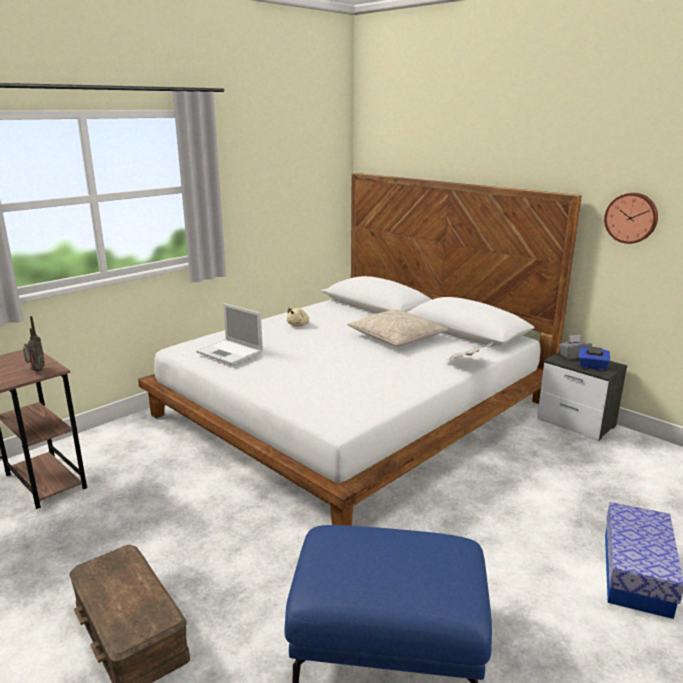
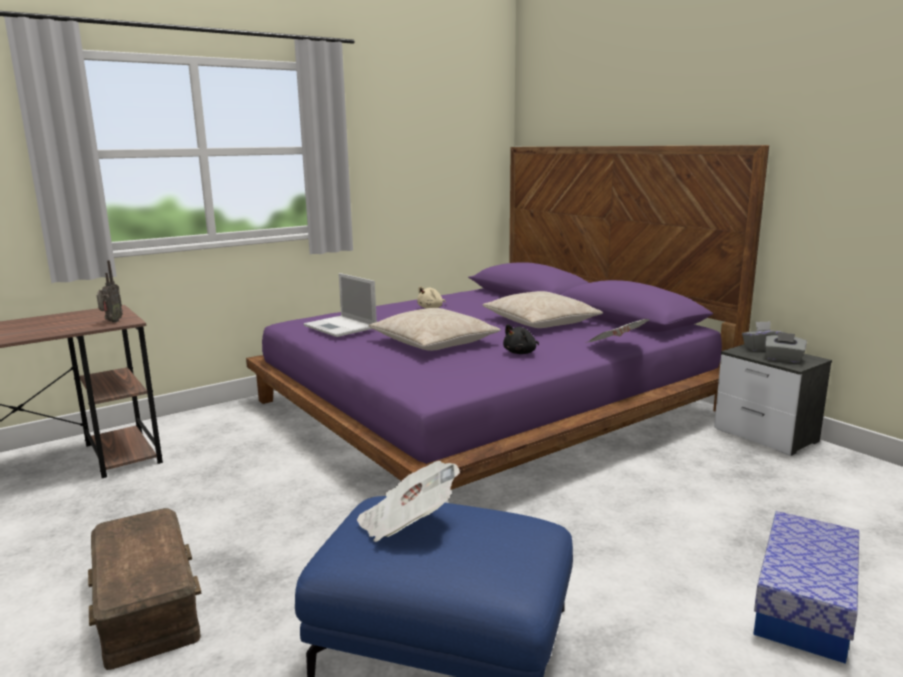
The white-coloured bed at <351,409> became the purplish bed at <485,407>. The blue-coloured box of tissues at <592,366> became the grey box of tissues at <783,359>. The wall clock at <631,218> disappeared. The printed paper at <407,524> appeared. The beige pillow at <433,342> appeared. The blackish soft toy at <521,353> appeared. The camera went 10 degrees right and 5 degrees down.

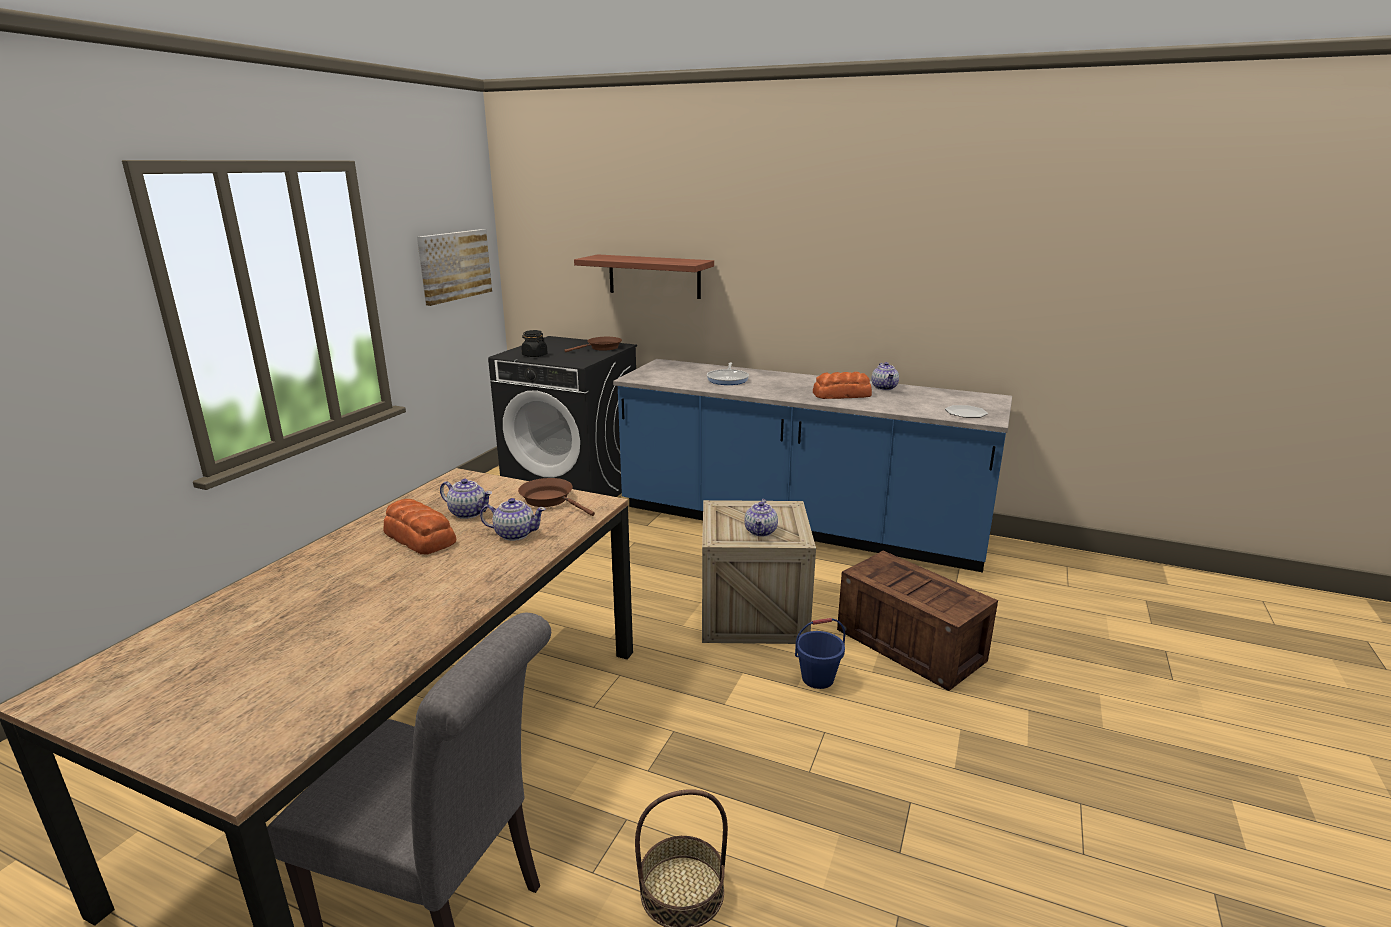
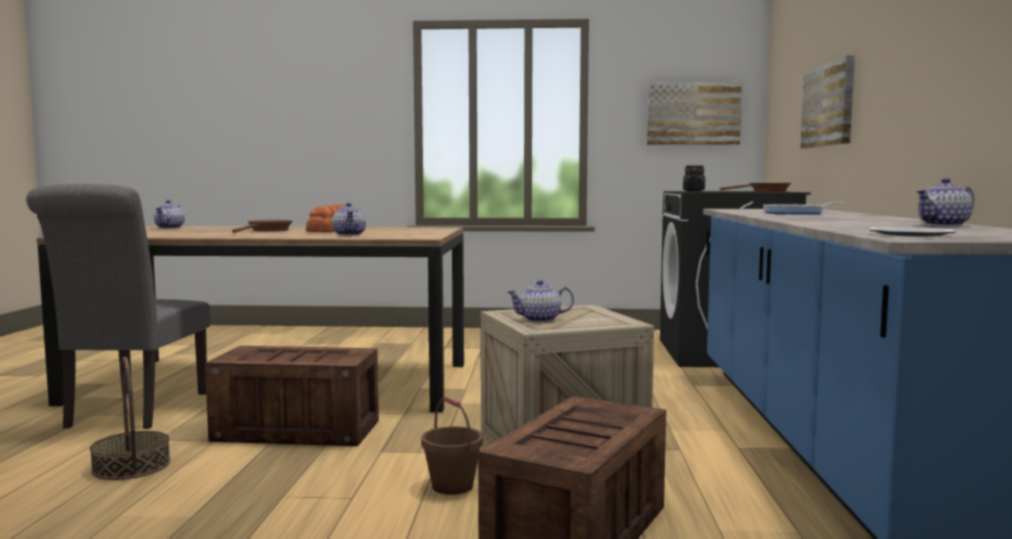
The pot for tea moved from <469,513> to <170,228>. The brown-coloured pan moved from <550,500> to <268,230>. The wall shelf at <654,276> was replaced by the wall art at <829,105>. The blue-coloured water bucket at <817,678> became the brown-coloured water bucket at <453,486>. The bakery bread at <842,395> disappeared. The packing crate at <299,430> appeared. The camera went 70 degrees right and 15 degrees down.

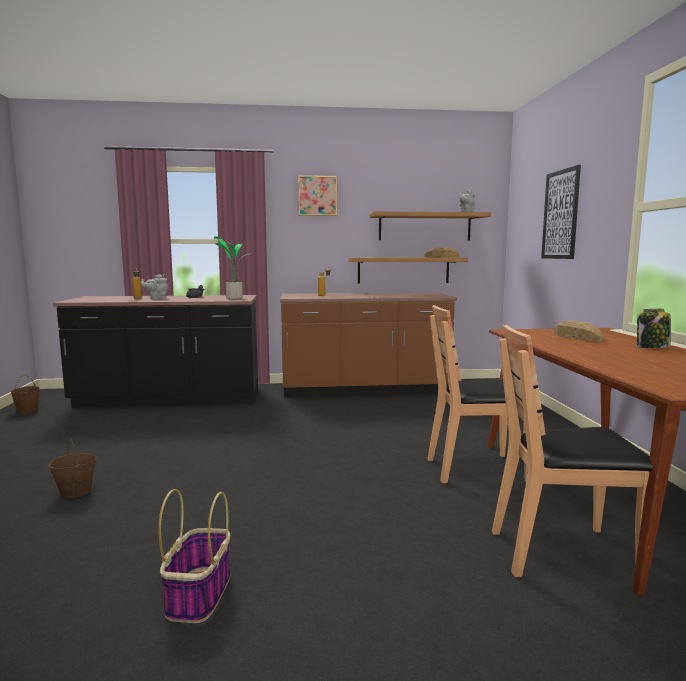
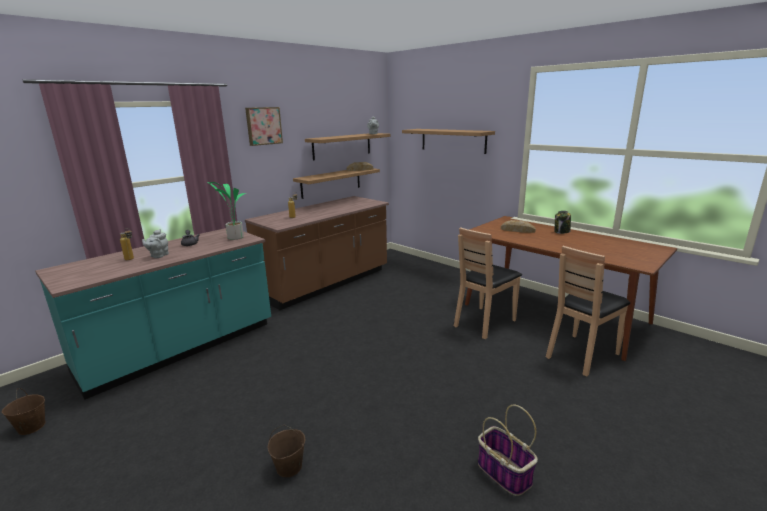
The blackish counter at <169,399> became the turquoise-coloured counter at <180,349>. The wall art at <560,214> was replaced by the wall shelf at <453,140>. The camera went 40 degrees left and 10 degrees up.

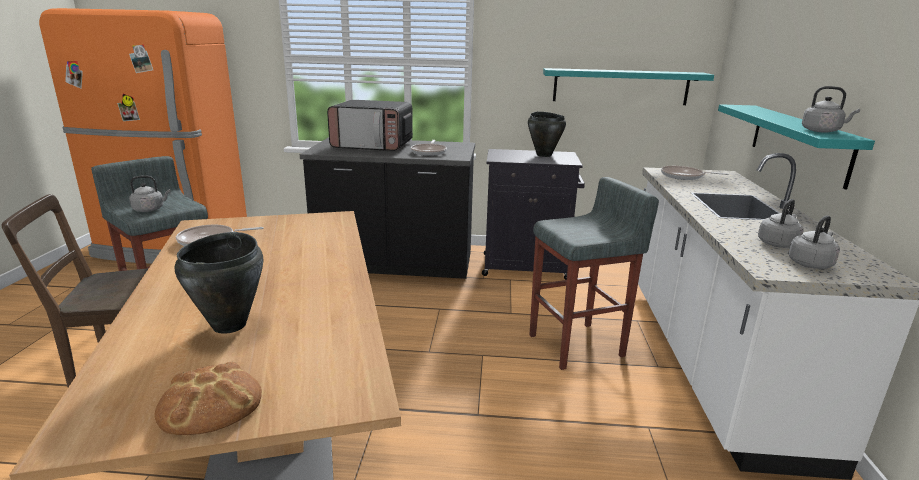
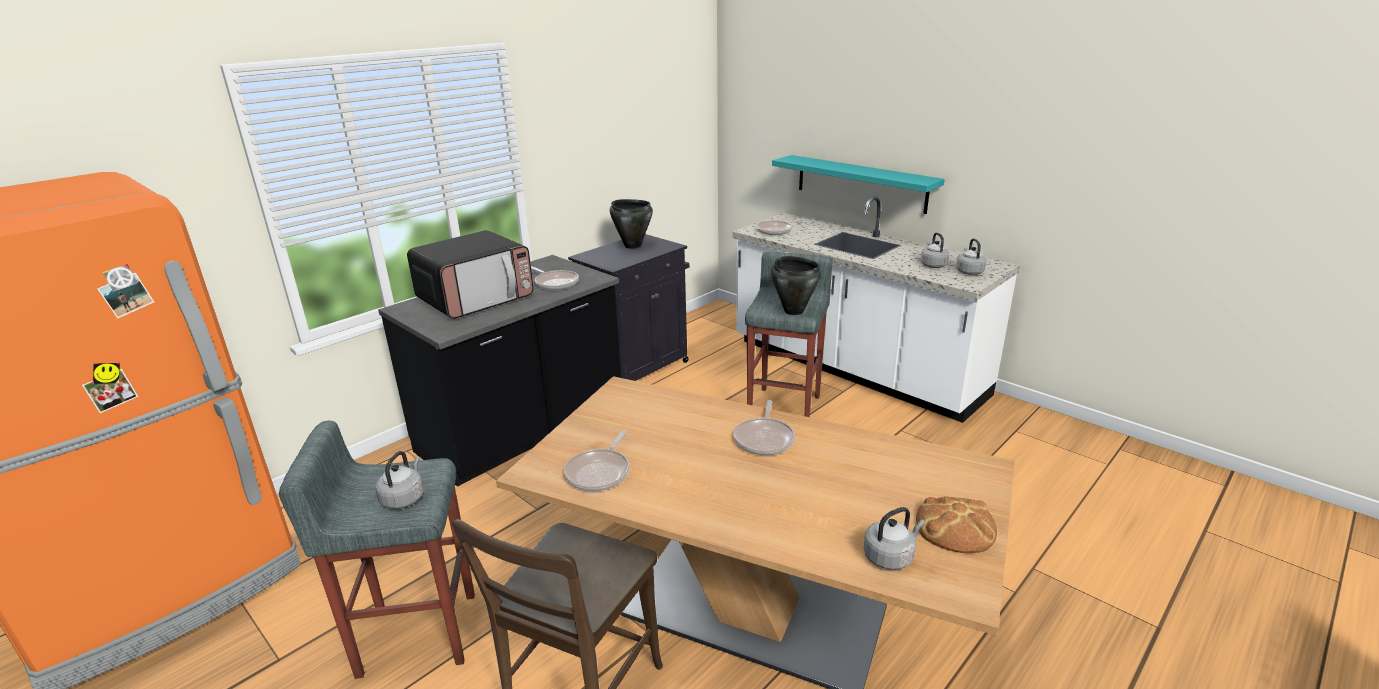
The blackish stockpot moved from <230,325> to <793,311>. The turquoise-coloured wall shelf at <620,86> disappeared. The grey tea kettle moved from <822,131> to <890,556>. The pan at <764,438> appeared. The camera went 50 degrees left and 5 degrees up.

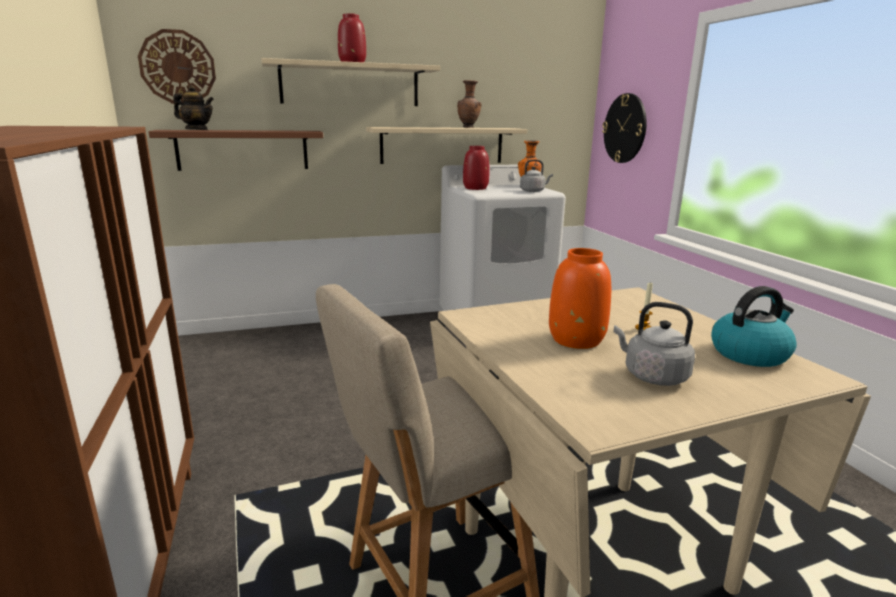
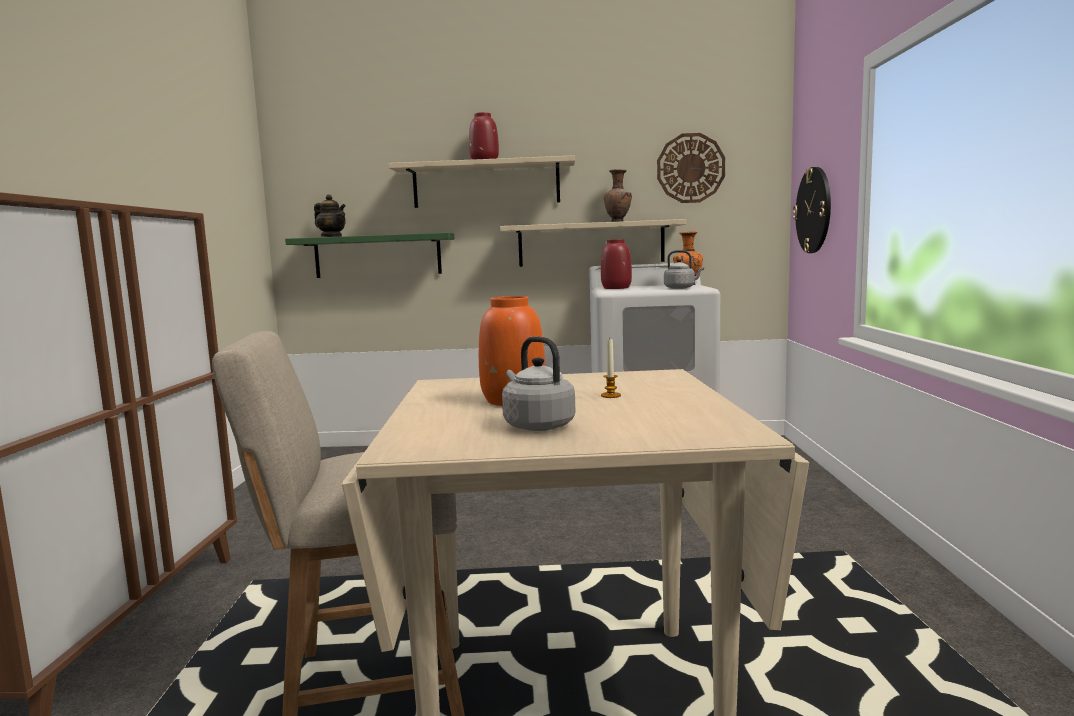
The wall clock moved from <177,67> to <690,168>. The brown-coloured wall shelf at <243,150> became the green wall shelf at <377,256>. The tea kettle at <749,353> disappeared. The camera went 20 degrees right and 10 degrees down.

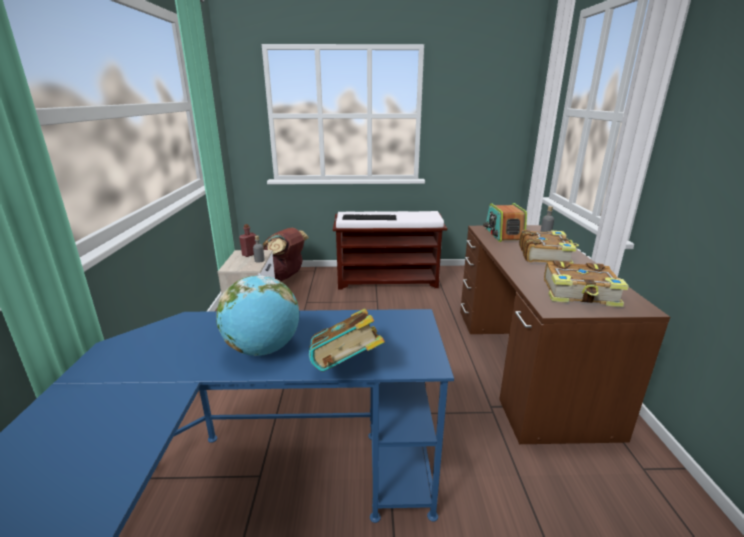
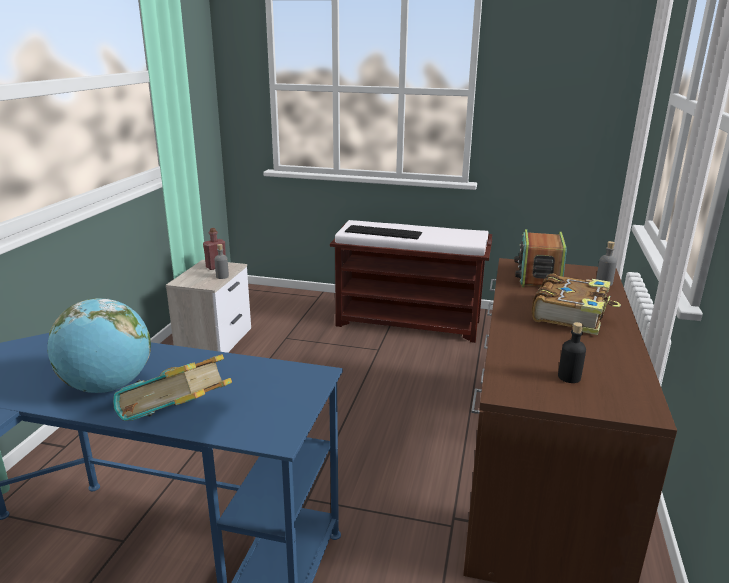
The brown-coloured backpack at <283,277> disappeared. The book at <580,294> was replaced by the blackish drink bottle at <569,377>. The camera went 15 degrees right and 0 degrees up.

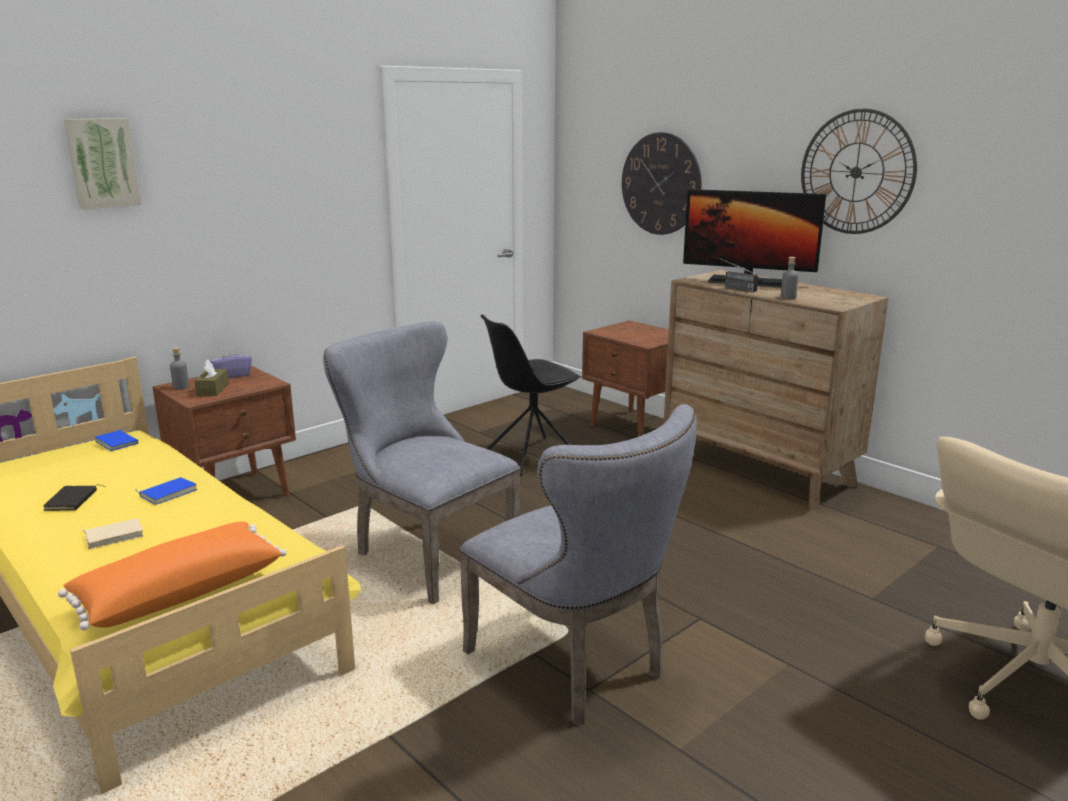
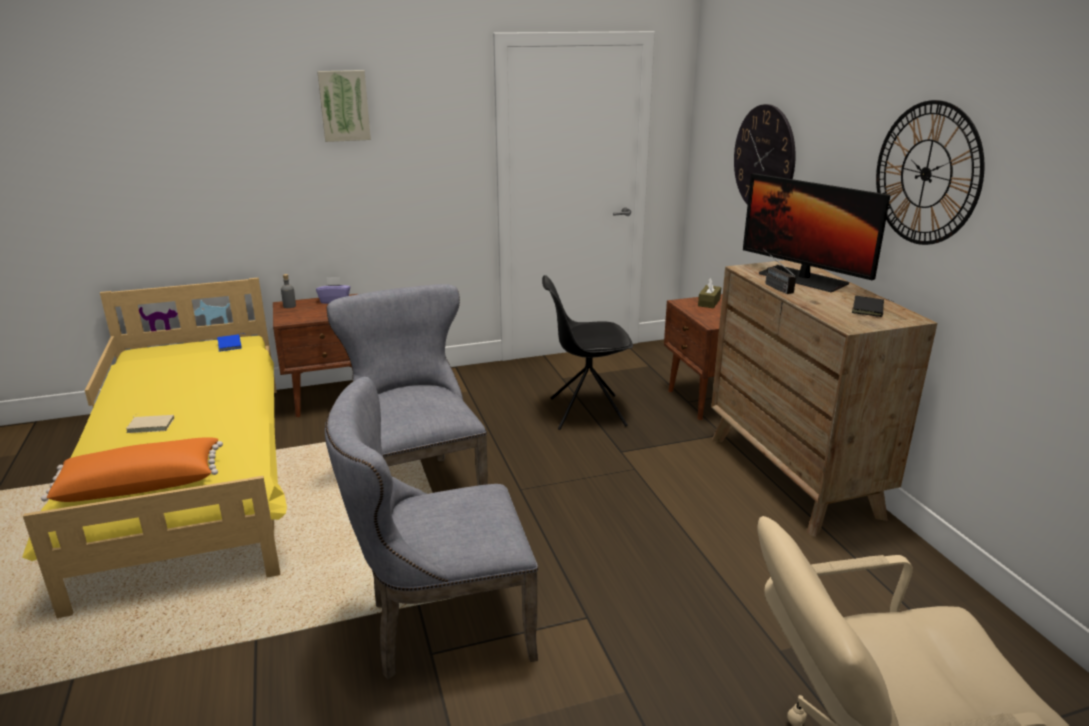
The blackish book moved from <73,501> to <869,309>. The wall art moved from <102,163> to <344,105>. The blue-coloured book at <168,493> disappeared. The brown-coloured box of tissues moved from <213,390> to <709,302>. The grey upright chair at <576,666> turned 90 degrees clockwise. The grey drink bottle at <788,297> disappeared. The camera went 25 degrees right and 5 degrees up.

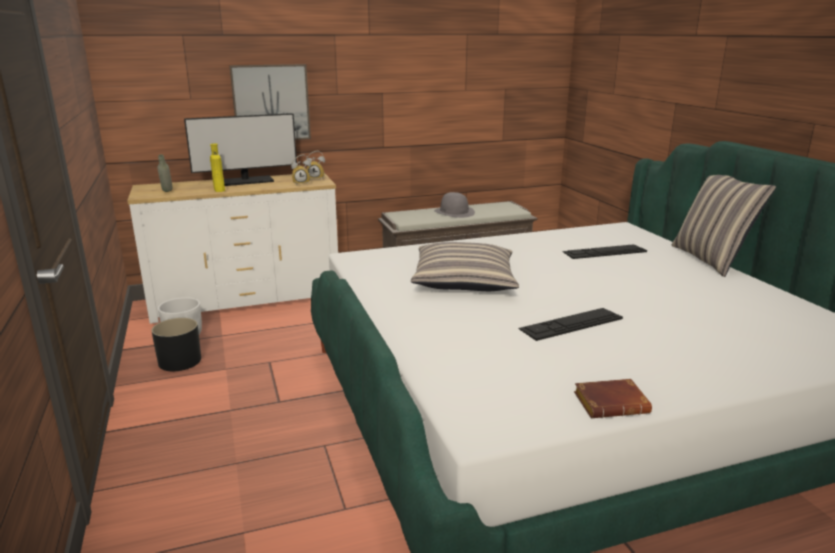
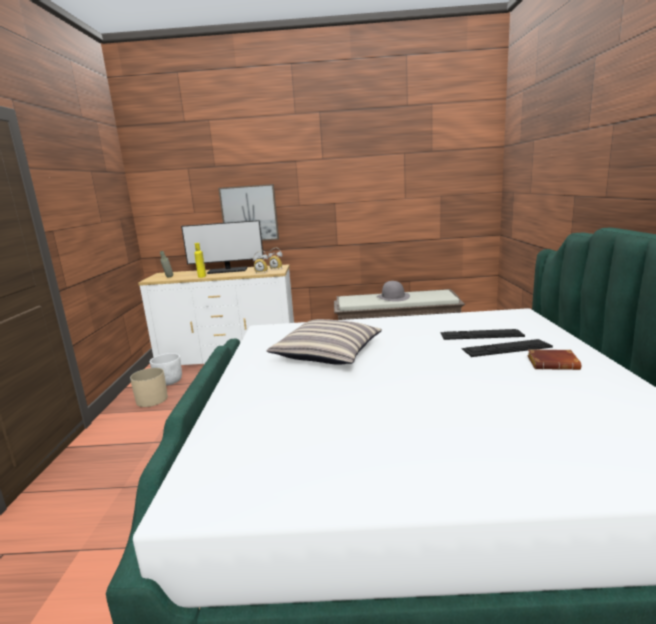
The blackish plant pot at <179,361> became the beige plant pot at <151,400>. The computer keyboard moved from <571,323> to <506,348>. The brown-coloured book moved from <612,403> to <553,363>. The pillow at <711,260> disappeared. The camera went 20 degrees right and 5 degrees down.

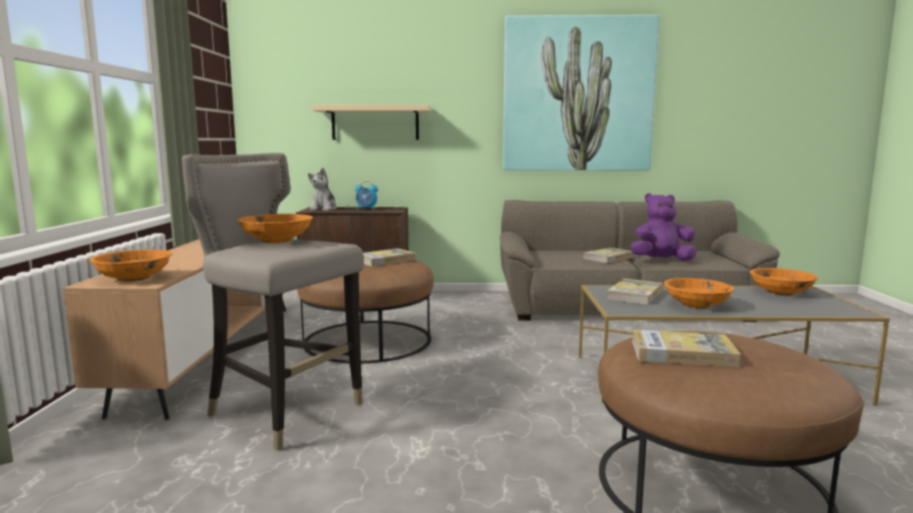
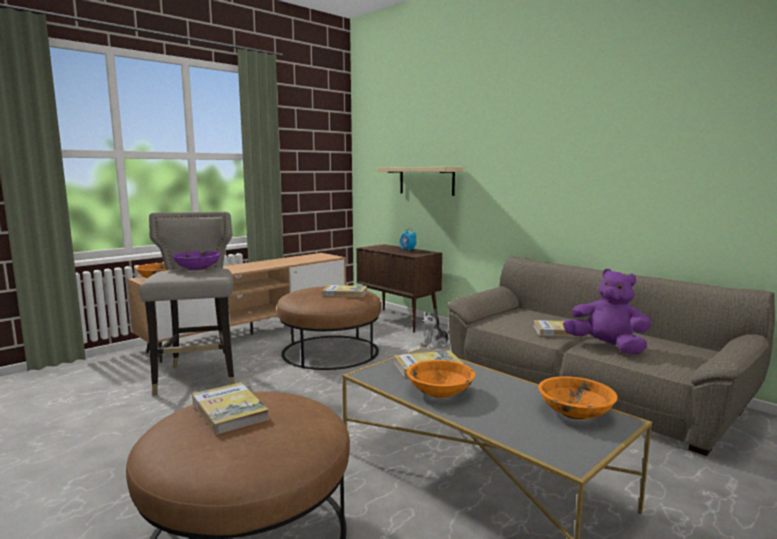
The orange bowl at <276,241> became the purplish bowl at <197,268>. The soft toy moved from <324,209> to <436,344>. The wall art at <577,95> disappeared. The camera went 45 degrees right and 0 degrees up.

